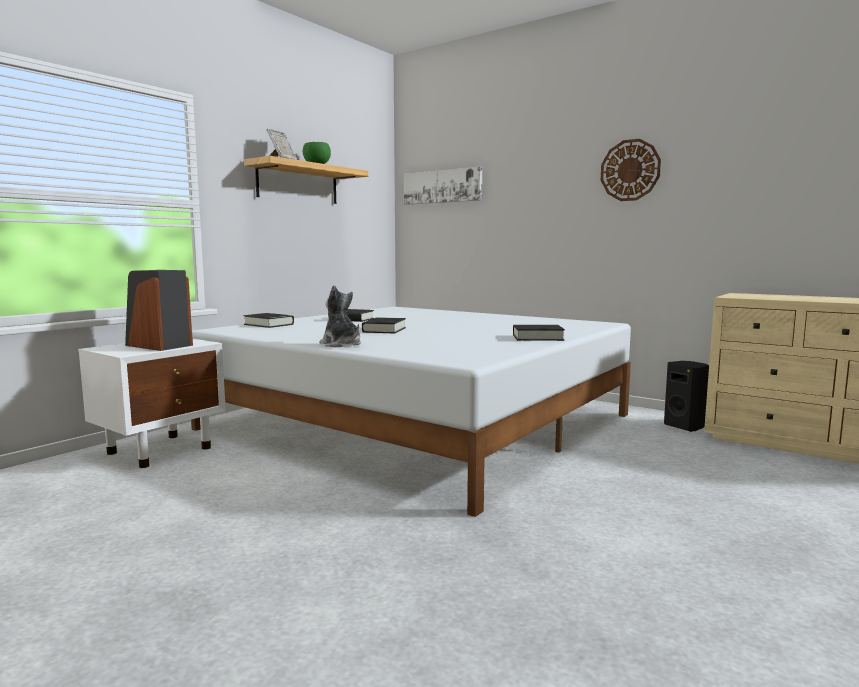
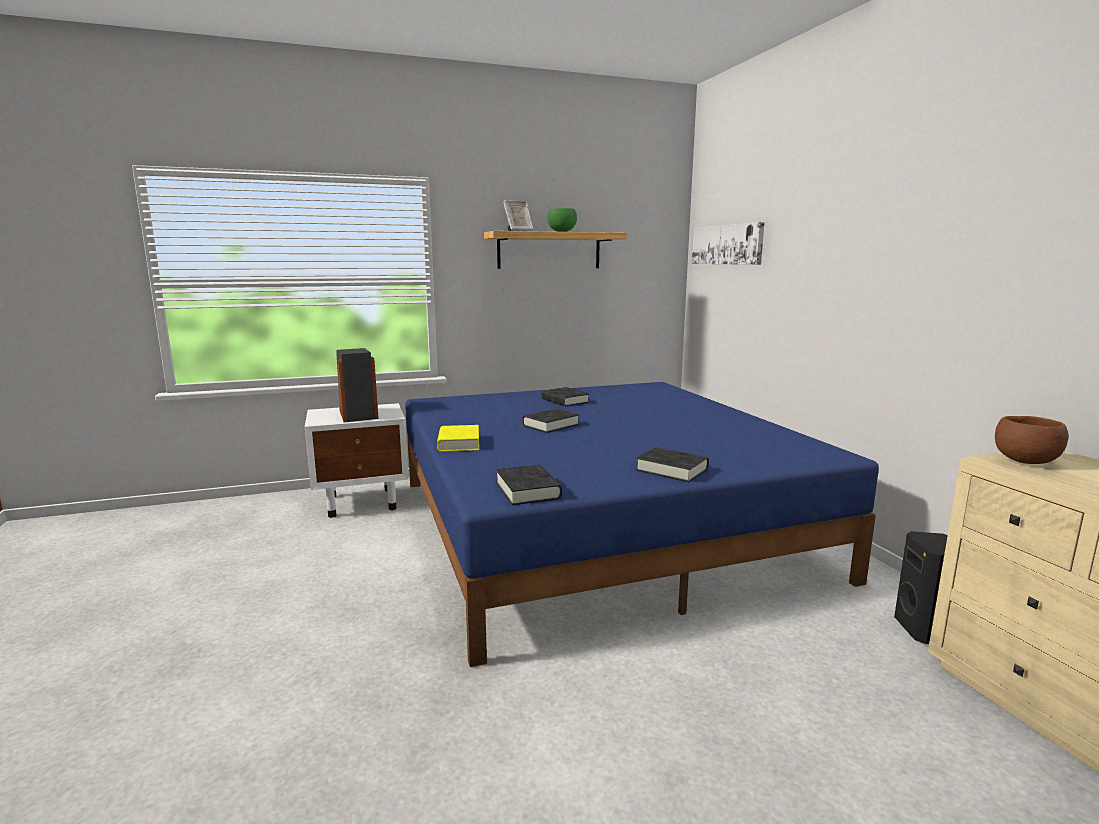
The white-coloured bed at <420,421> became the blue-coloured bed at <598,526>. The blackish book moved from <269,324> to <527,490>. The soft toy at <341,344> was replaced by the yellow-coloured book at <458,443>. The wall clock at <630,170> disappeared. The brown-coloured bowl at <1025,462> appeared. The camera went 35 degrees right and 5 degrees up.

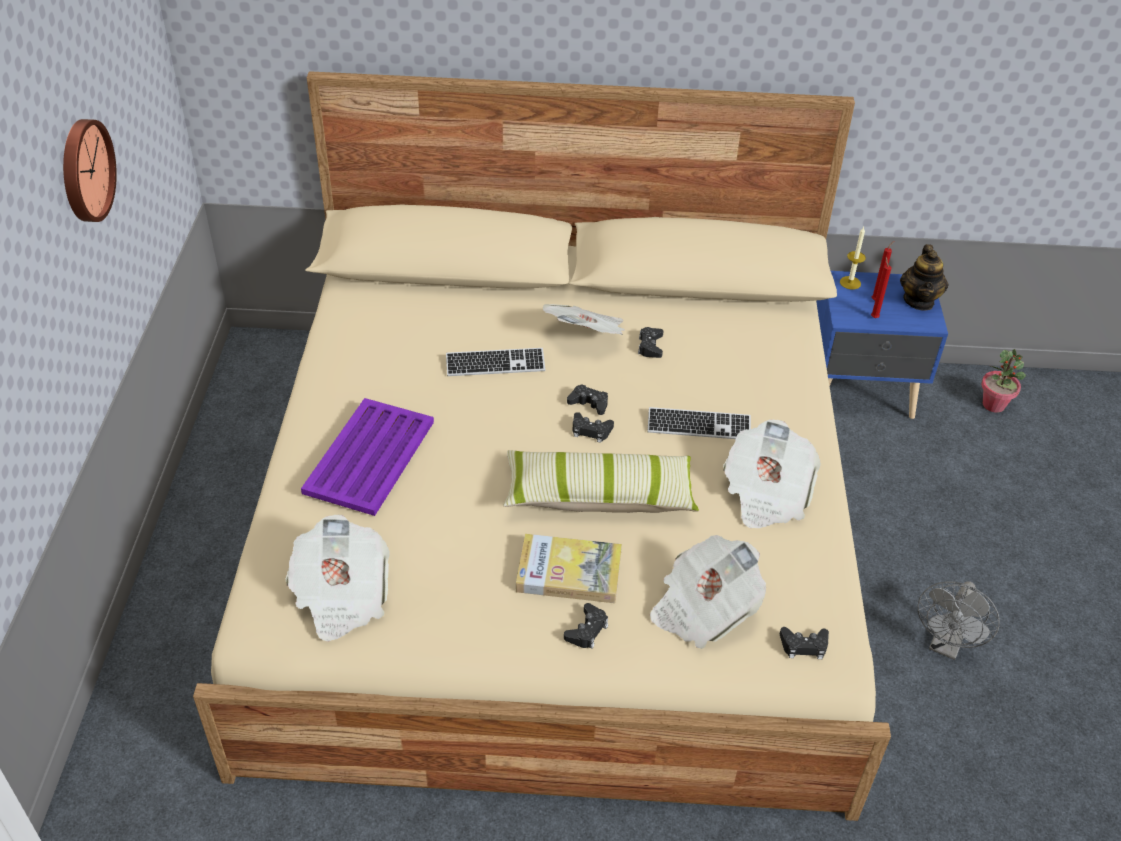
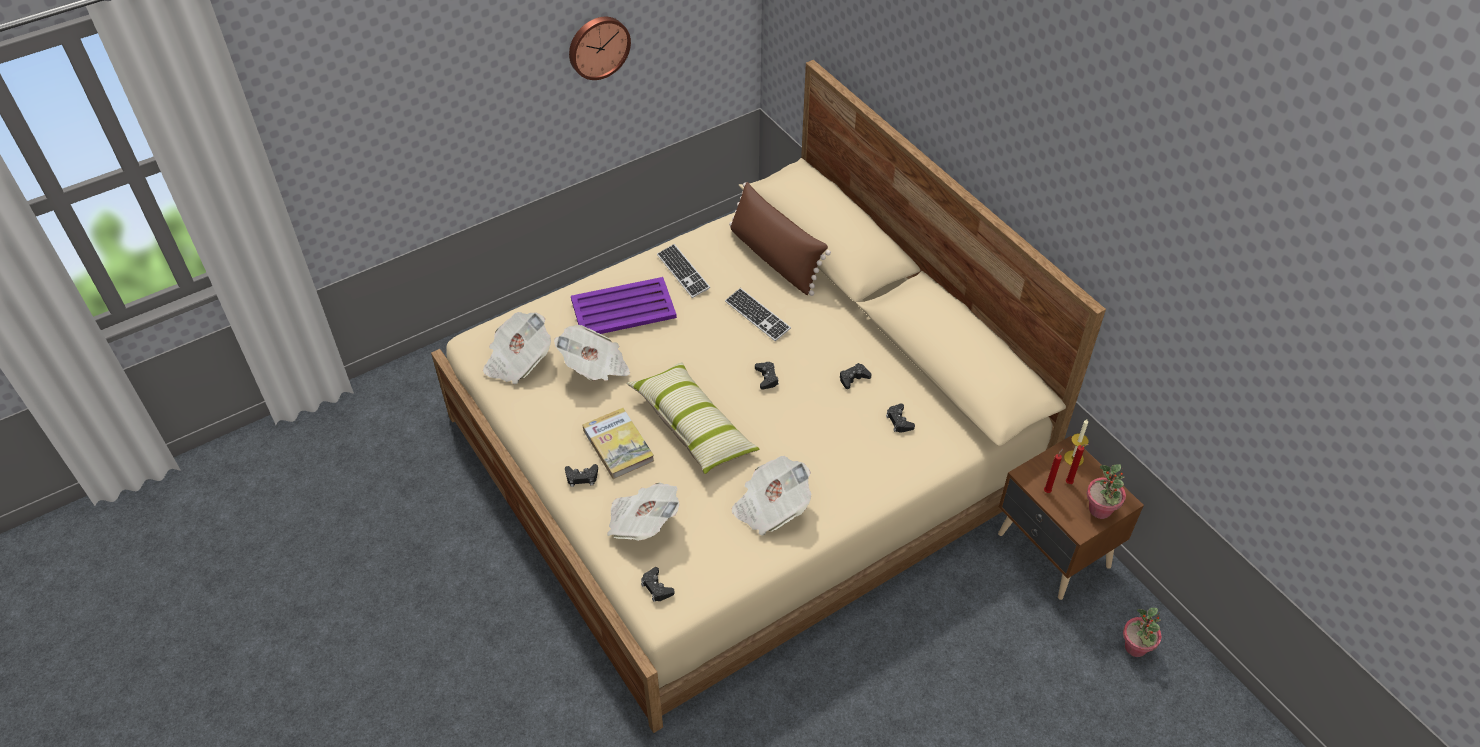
The printed paper moved from <587,336> to <595,367>. The blackish game controller moved from <591,431> to <899,421>. The computer keyboard moved from <698,426> to <683,272>. The blue-coloured bedside table at <861,393> became the brown-coloured bedside table at <1053,552>. The pot for tea at <919,301> was replaced by the plant in a pot at <1100,510>. The grey cooling fan at <946,645> disappeared. The brown-coloured pillow at <774,258> appeared. The camera went 55 degrees right and 5 degrees up.

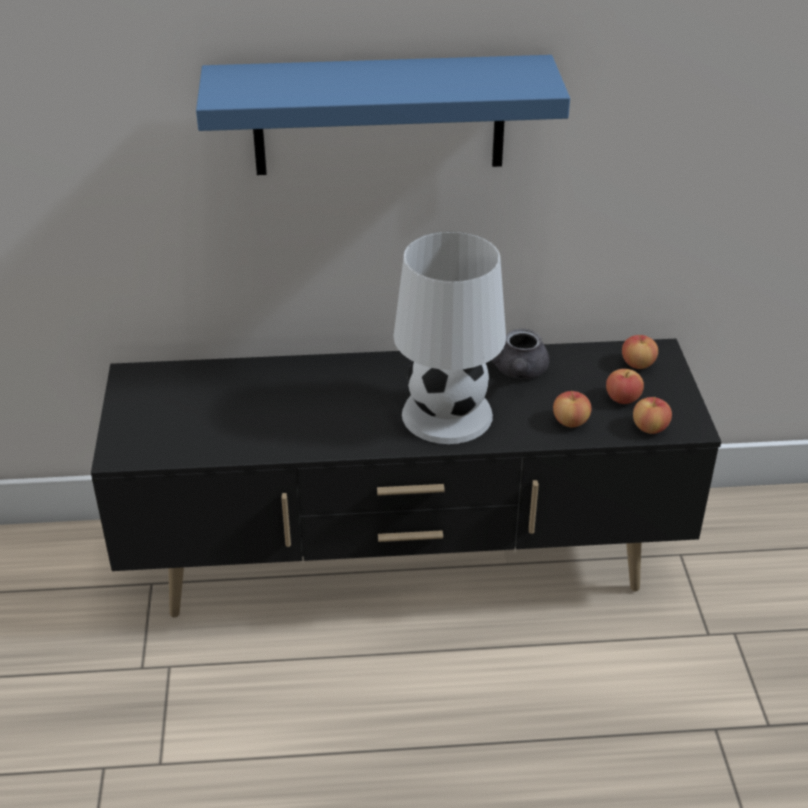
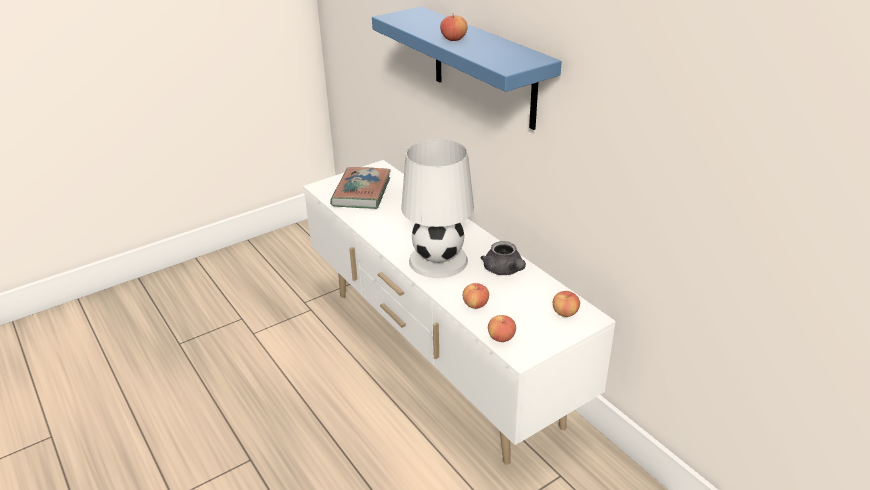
The blackish media console at <405,567> became the white-coloured media console at <439,356>. The grey pot for tea at <518,371> turned 90 degrees counterclockwise. The apple moved from <622,399> to <453,39>. The book at <362,192> appeared. The camera went 60 degrees right and 5 degrees down.

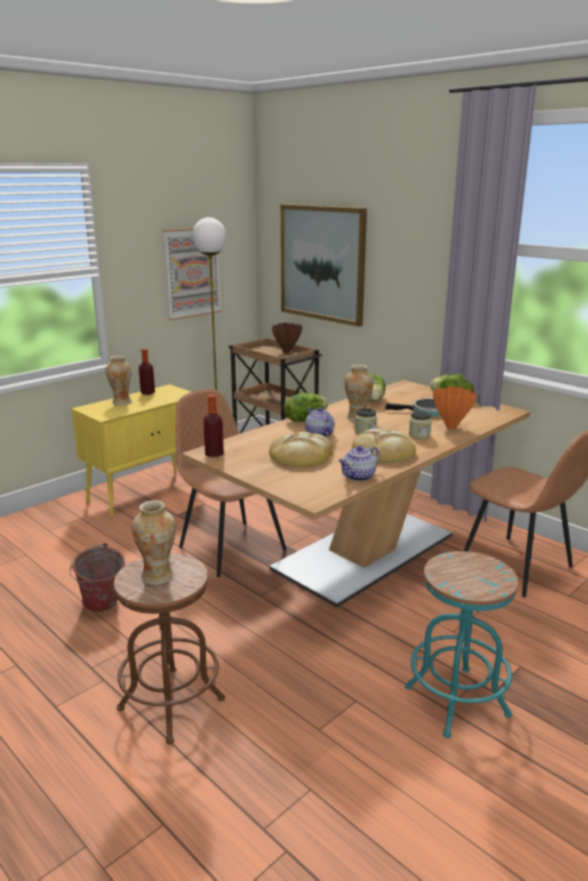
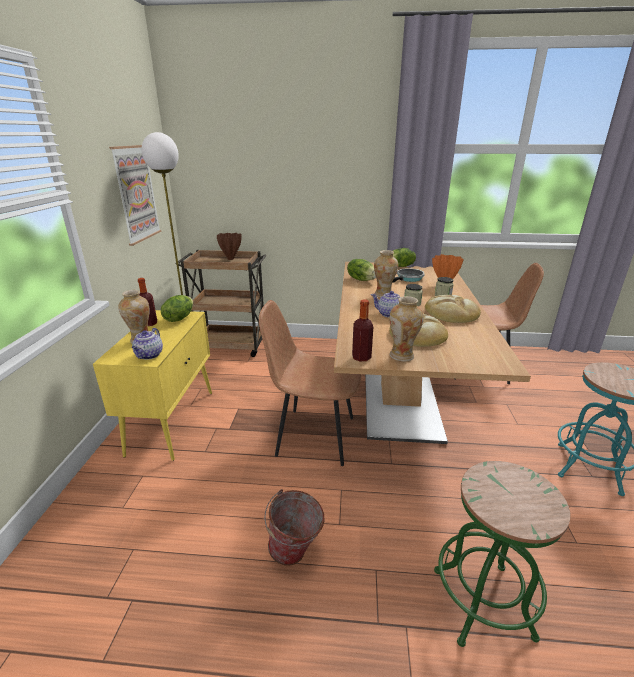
The brown-coloured stool at <171,704> became the green stool at <482,602>. The flower vase moved from <158,576> to <402,356>. The wall art at <322,263> disappeared. The lettuce moved from <304,419> to <179,318>. The pot for tea moved from <358,477> to <149,355>. The camera went 40 degrees left and 5 degrees up.

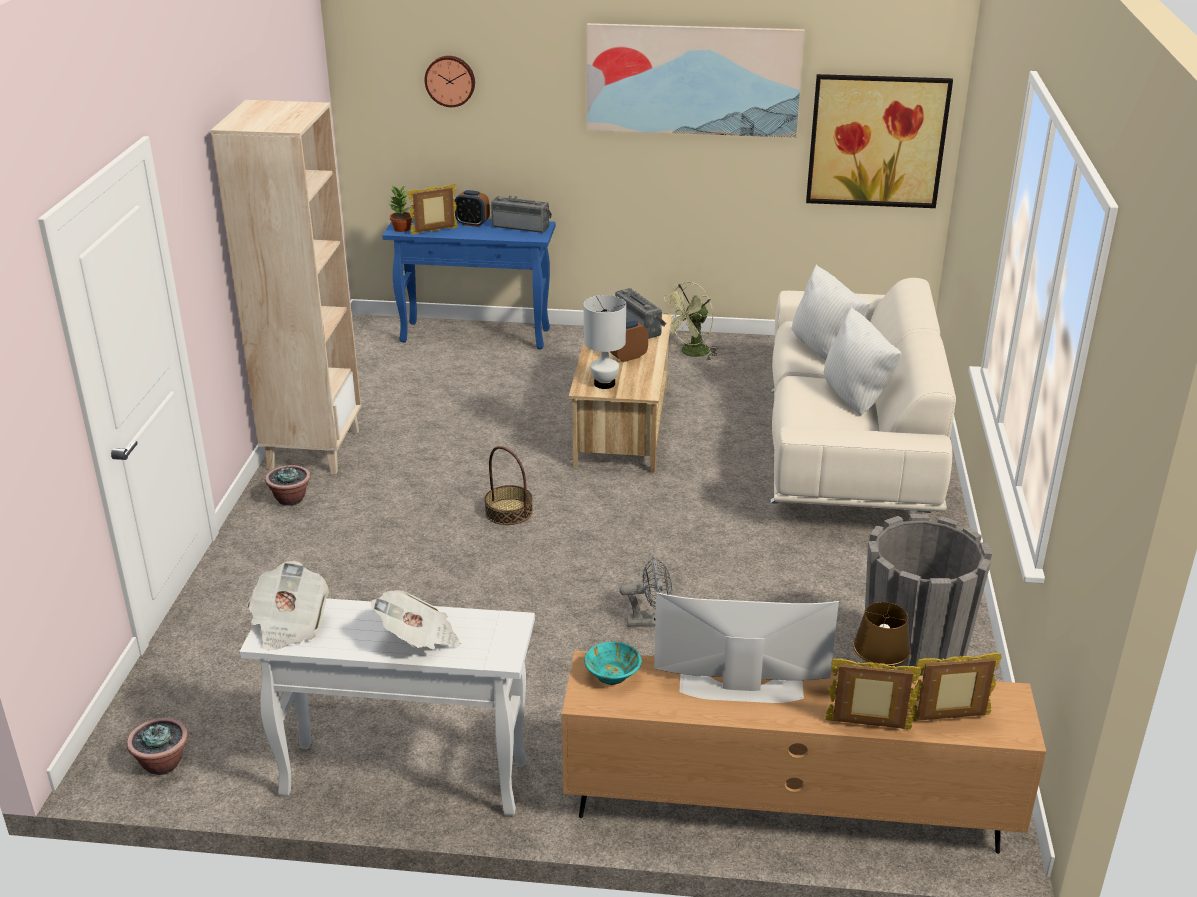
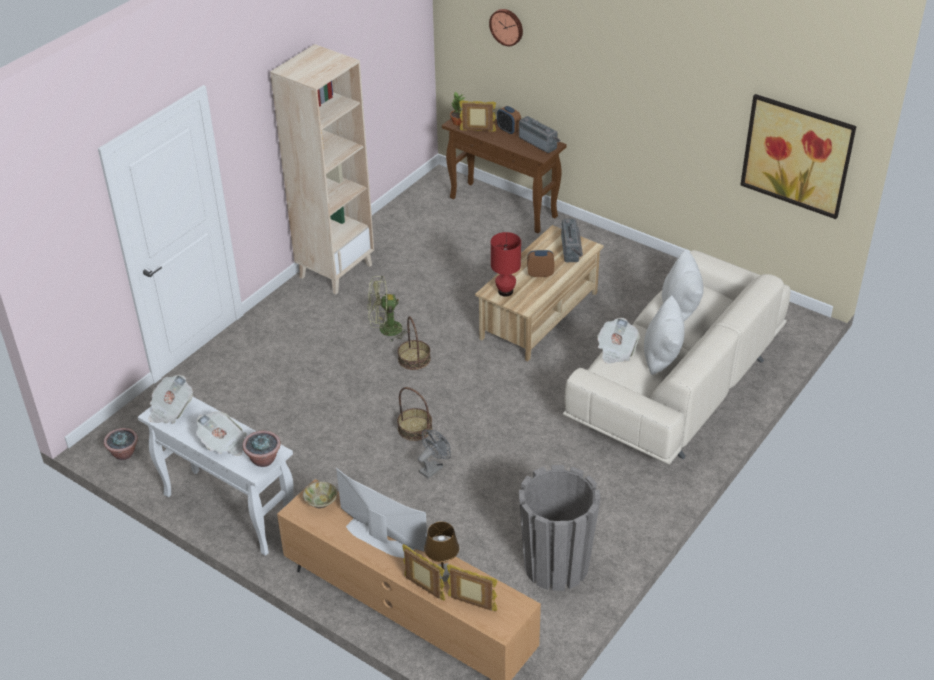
The plant in a pot moved from <290,499> to <264,459>. The blue-coloured console table at <476,335> became the brown-coloured console table at <504,207>. The white-coloured tabletop lamp at <604,384> became the red-coloured tabletop lamp at <505,291>. The turquoise-coloured bowl at <613,674> became the beige bowl at <321,501>. The wall art at <693,80> disappeared. The grey cooling fan at <649,621> turned 75 degrees counterclockwise. The green cooling fan moved from <691,353> to <385,330>. The storage basket at <415,428> appeared. The printed paper at <616,350> appeared. The camera went 30 degrees right and 10 degrees up.

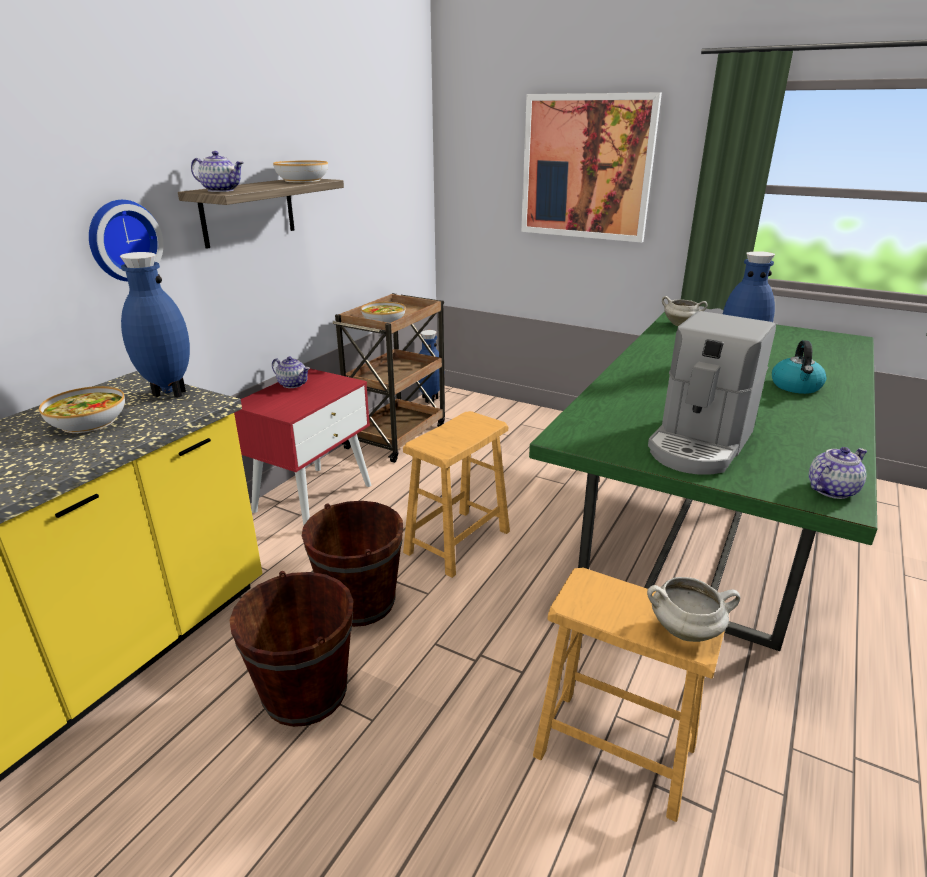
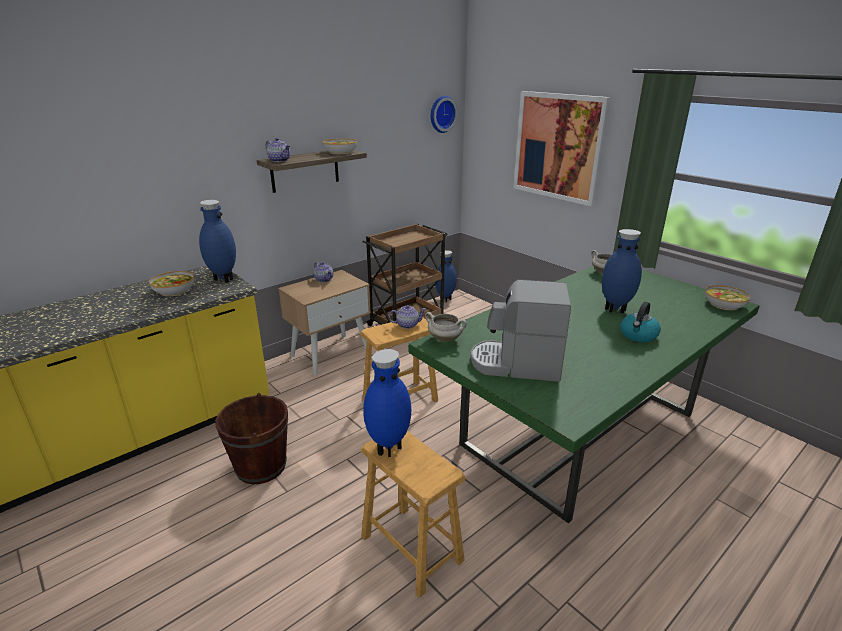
The wall clock moved from <122,240> to <441,114>. The red-coloured bedside table at <313,497> became the beige bedside table at <330,354>. The brown-coloured water bucket at <360,602> disappeared. The bowl moved from <383,321> to <724,304>. The white-coloured stockpot moved from <686,630> to <445,339>. The coffee maker at <700,444> turned 45 degrees clockwise. The pot for tea moved from <831,489> to <407,325>. The blue-coloured flower vase at <388,447> appeared. The camera went 20 degrees right and 0 degrees up.

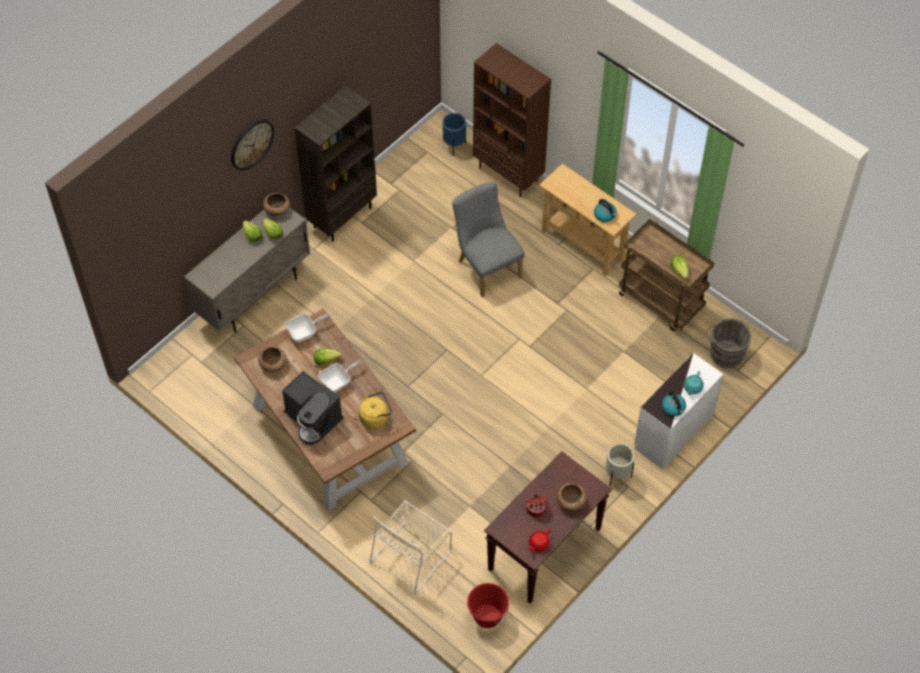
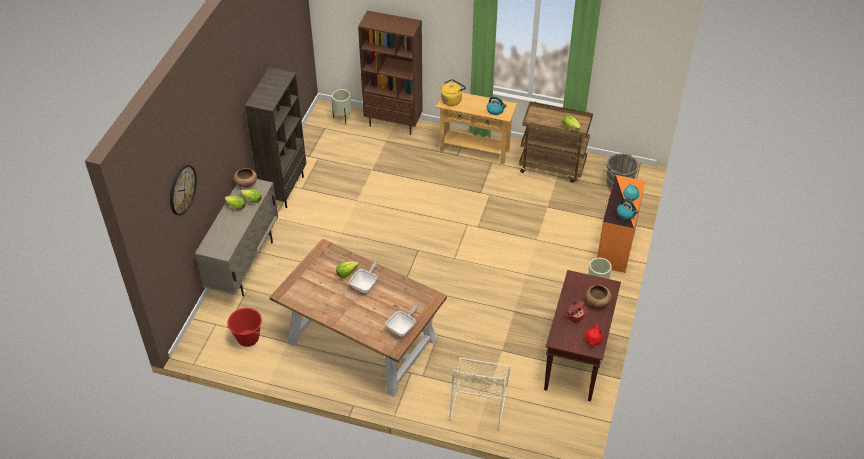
The wall clock moved from <251,144> to <182,189>. The brown-coloured bowl at <273,365> disappeared. The coffee maker at <313,419> disappeared. The pan moved from <305,333> to <403,327>. The yellow-coloured tea kettle moved from <375,417> to <452,100>. The blue-coloured plant pot at <454,146> became the beige plant pot at <343,118>. The grey upright chair at <486,266> disappeared. The red-coloured water bucket moved from <487,616> to <248,338>. The white-coloured chest of drawers at <672,431> became the orange chest of drawers at <615,245>. The camera went 25 degrees left and 10 degrees down.

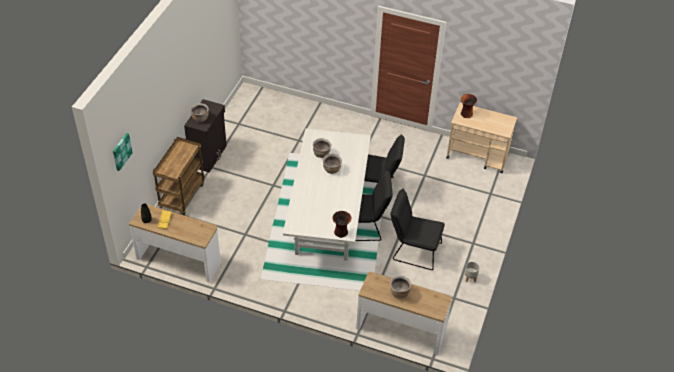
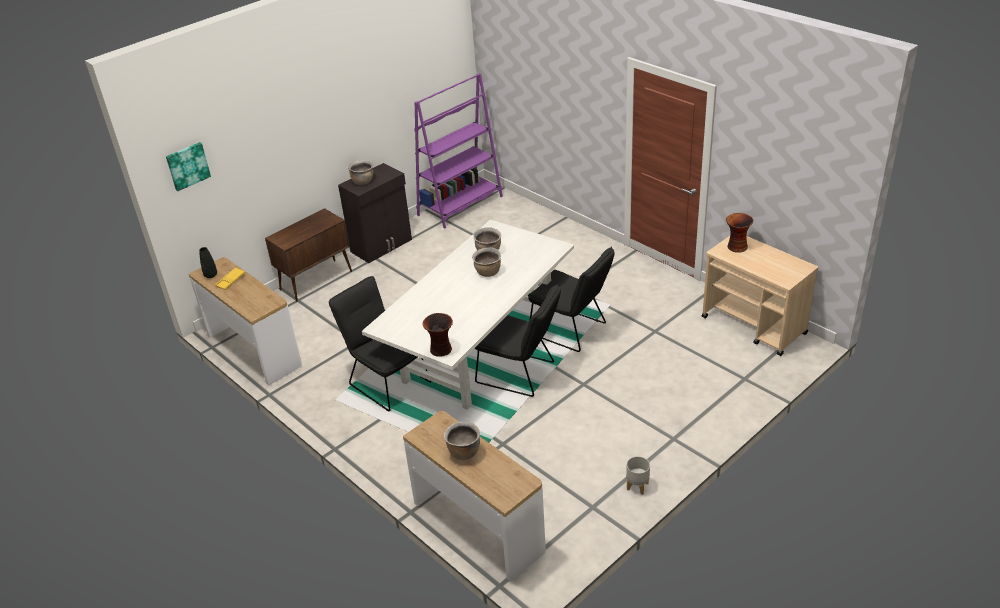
The brown-coloured wheeled cart at <182,195> was replaced by the brown-coloured cabinet at <316,280>. The blackish upright chair moved from <413,250> to <386,381>. The purplish shelving unit at <460,206> appeared. The camera went 30 degrees right and 10 degrees down.

